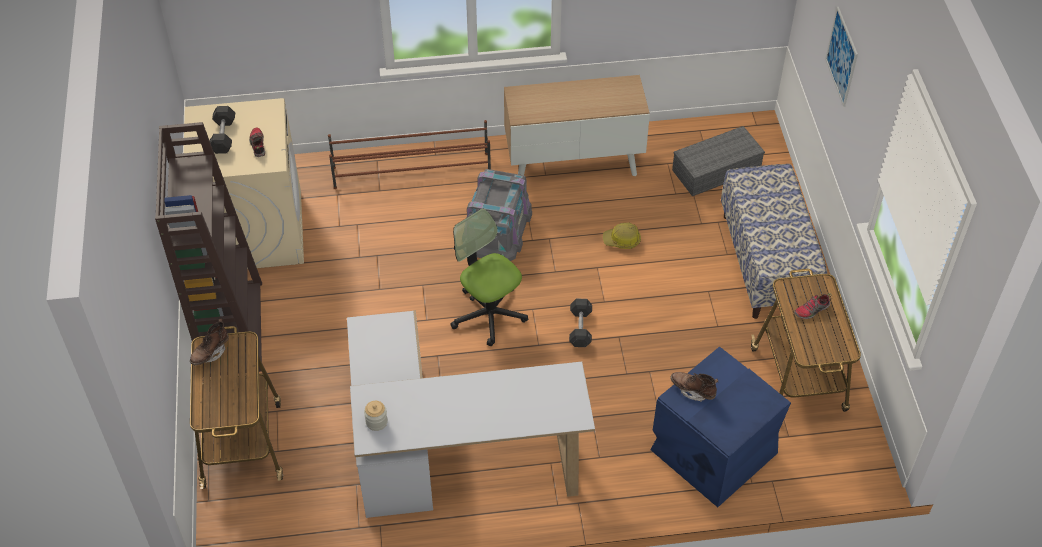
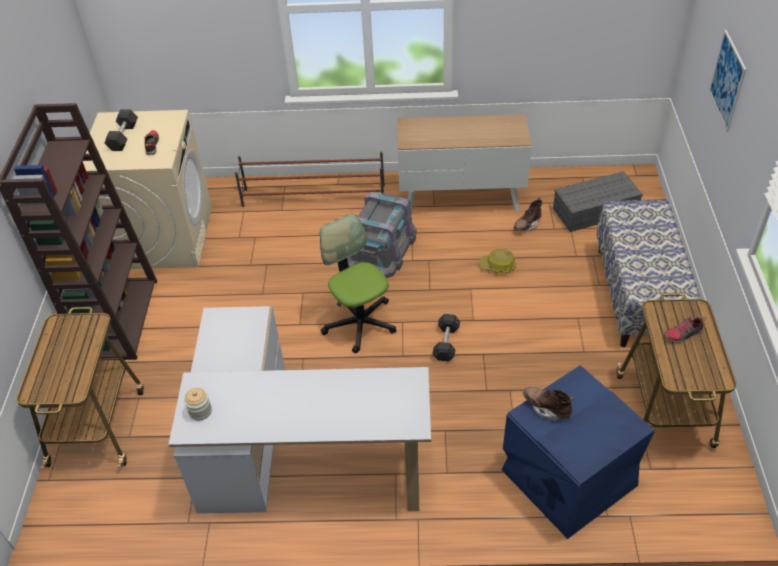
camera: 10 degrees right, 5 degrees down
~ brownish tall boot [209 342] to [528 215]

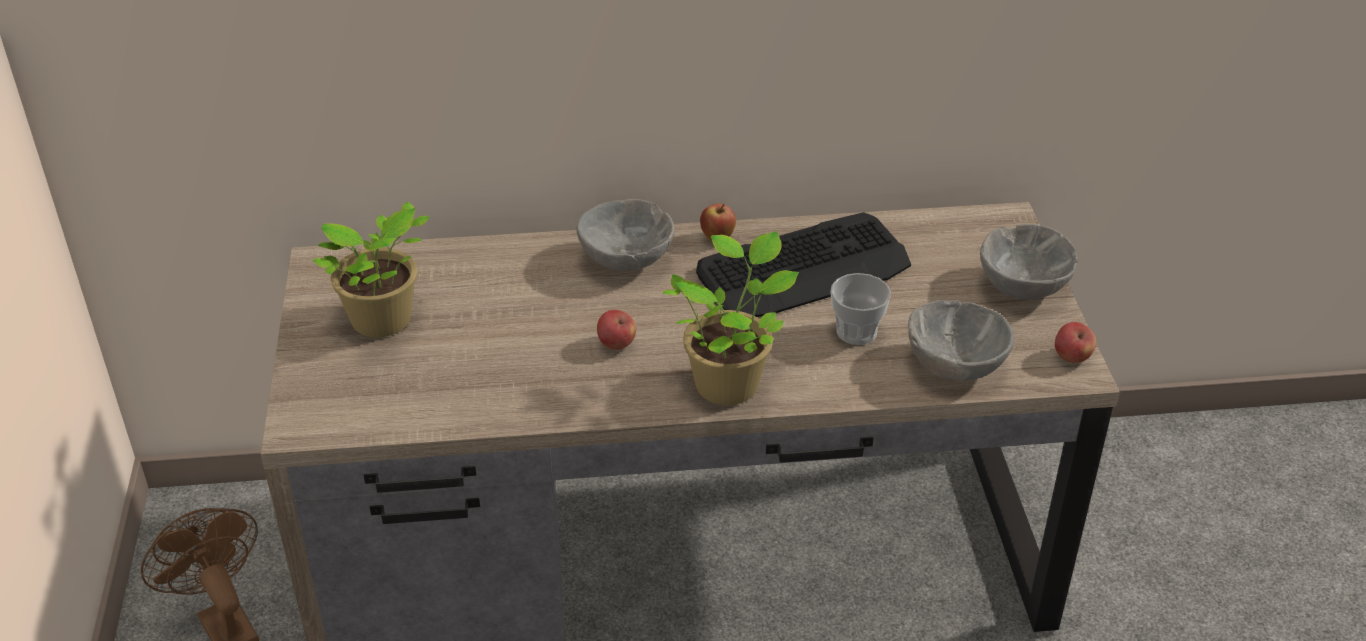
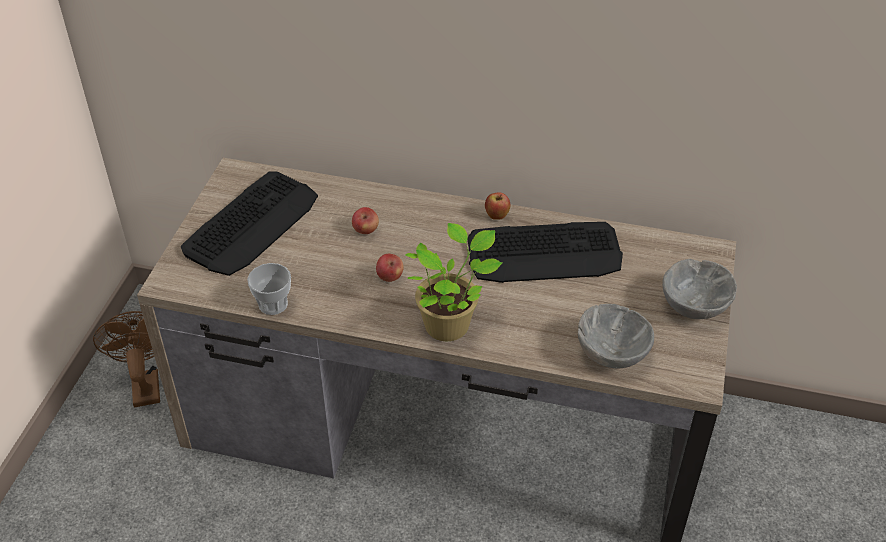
camera: 20 degrees right, 5 degrees up
~ potted plant [371 269] to PC keyboard [249 223]
- gray bowl [626 235]
~ cup [860 309] to [269 289]
~ whole apple [1075 342] to [365 220]

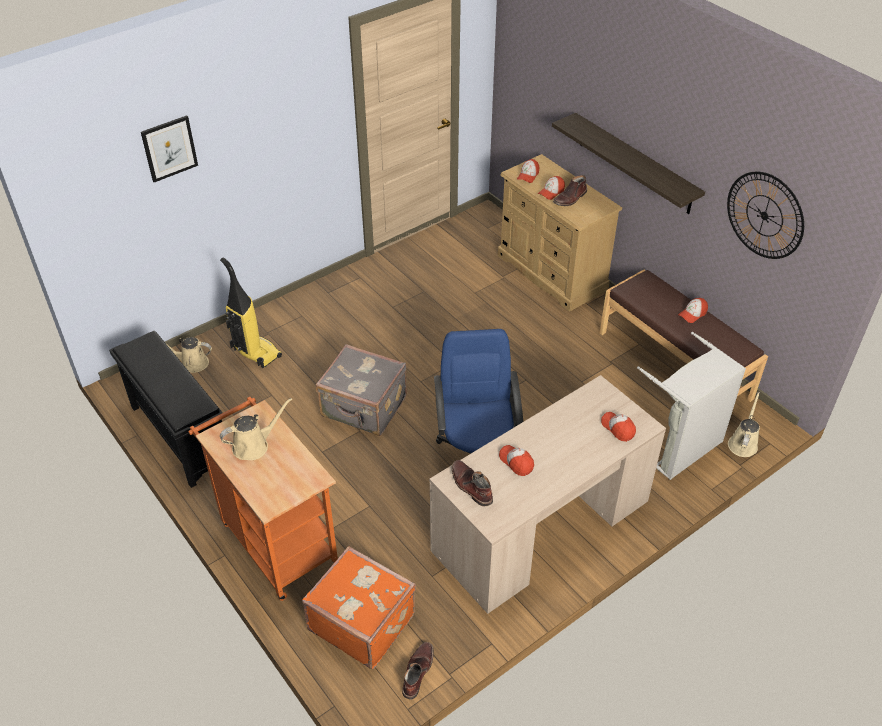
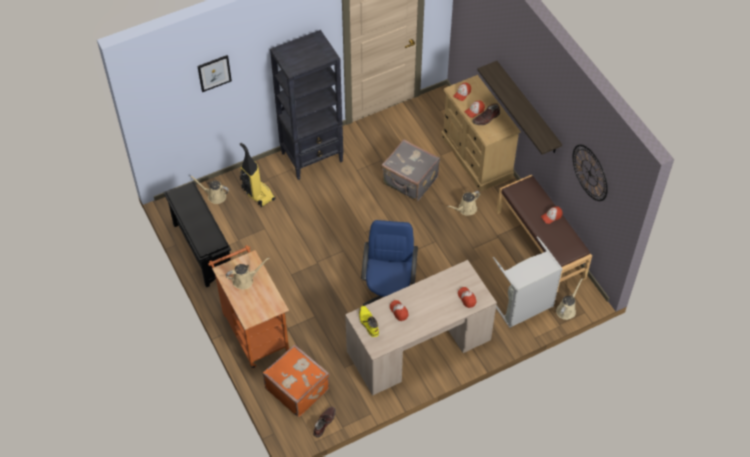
camera: 10 degrees right, 10 degrees up
~ gray travel case [361 390] to [410 170]
~ brownish tall boot [472 483] to yellow tall boot [369 321]
+ black-coloured bookshelf [307 105]
+ sand-coloured watering can [464 203]

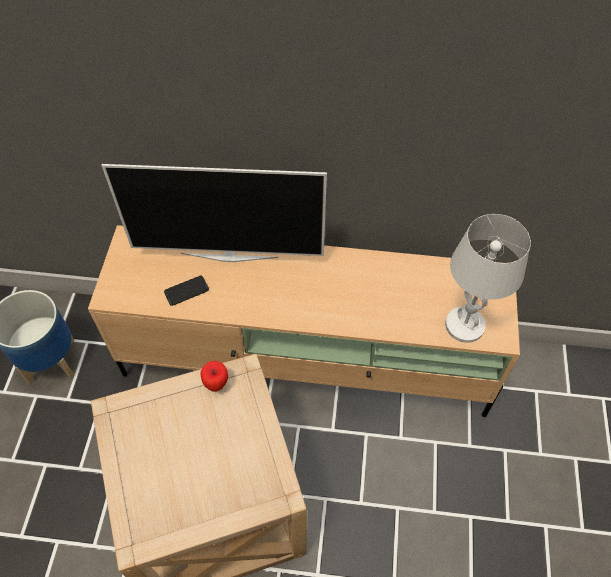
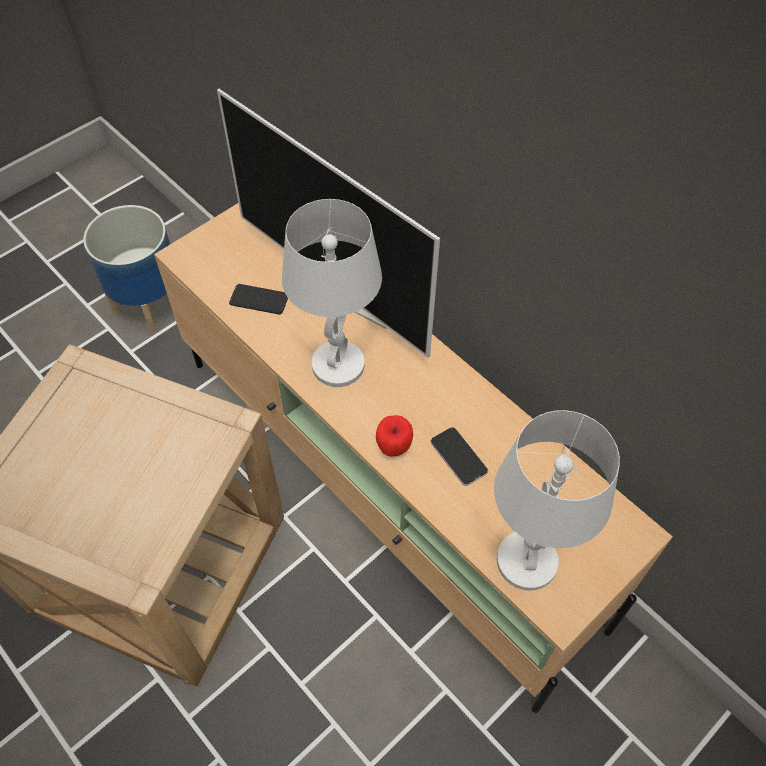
camera: 40 degrees right, 0 degrees up
~ whole apple [214 376] to [394 436]
+ white tabletop lamp [332 293]
+ telephone [459 456]

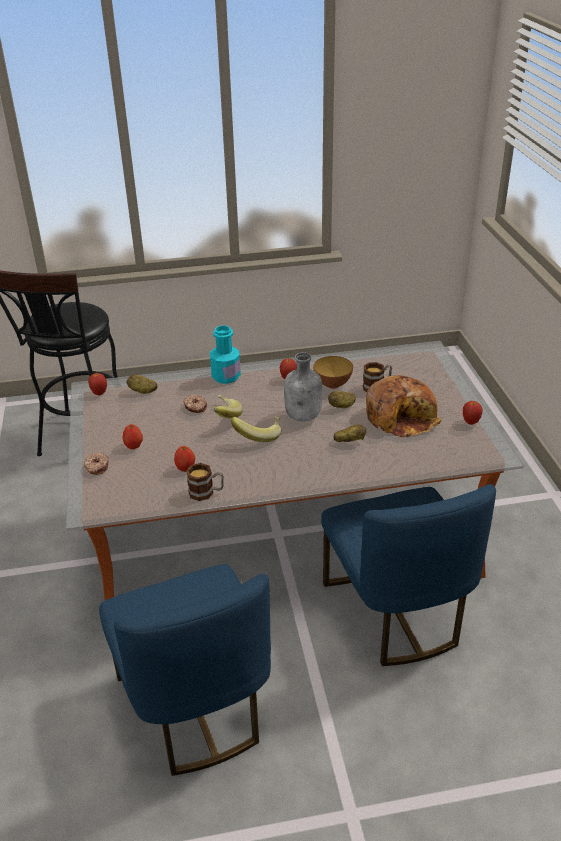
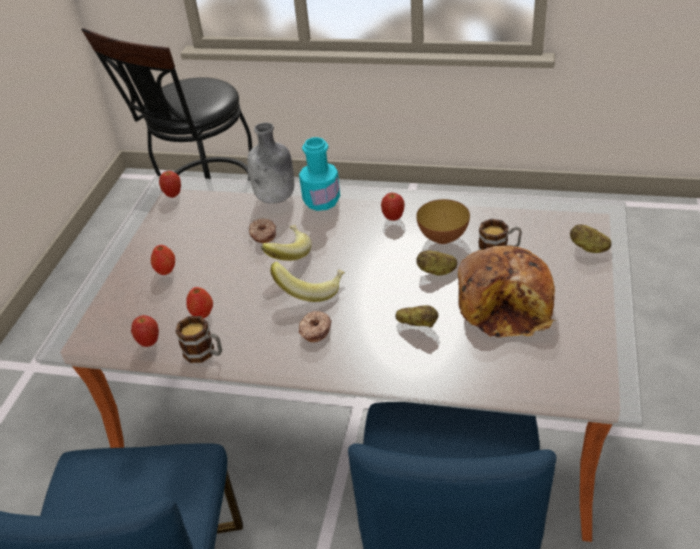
camera: 25 degrees right, 5 degrees up
~ doughnut [96 463] to [315 326]
~ whole potato [142 384] to [590 238]
~ gray drink bottle [303 386] to [270 163]
~ whole apple [473 413] to [145 331]

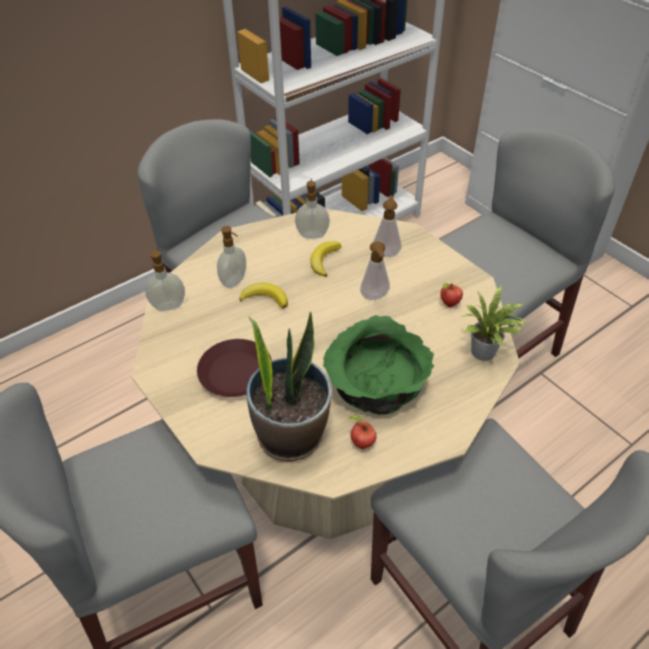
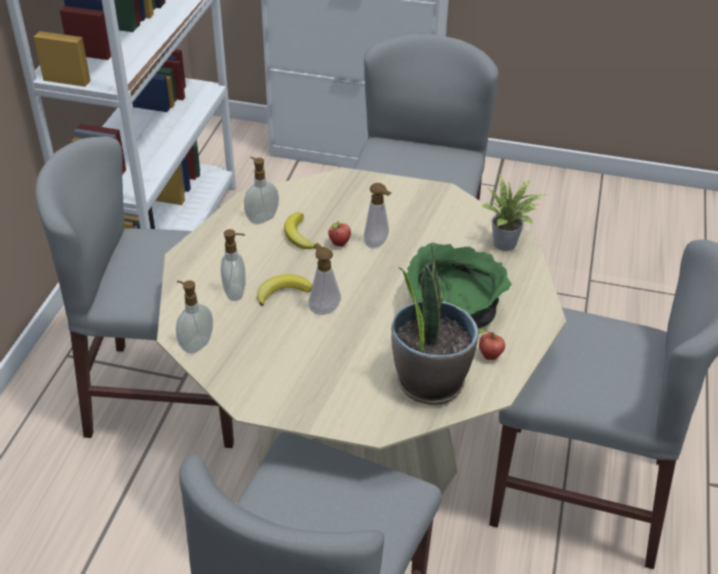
camera: 40 degrees left, 5 degrees down
- brownish plate [234 368]
~ soap bottle [387 226] to [324 279]
~ whole apple [451 295] to [339 234]

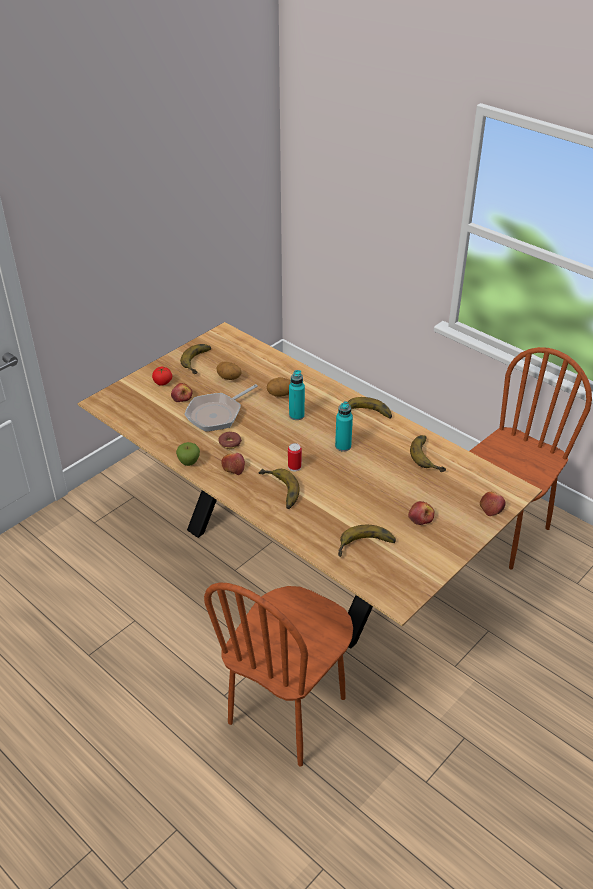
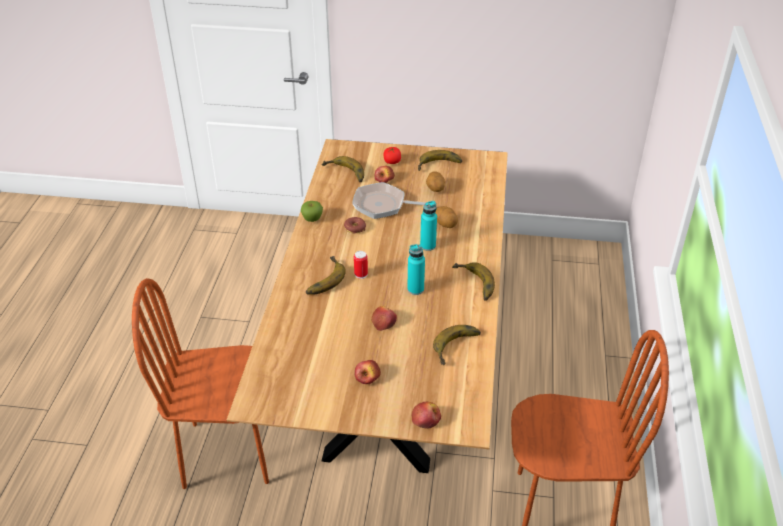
camera: 55 degrees right, 0 degrees up
~ whole apple [233 464] to [384 318]
~ whole banana [367 541] to [343 169]

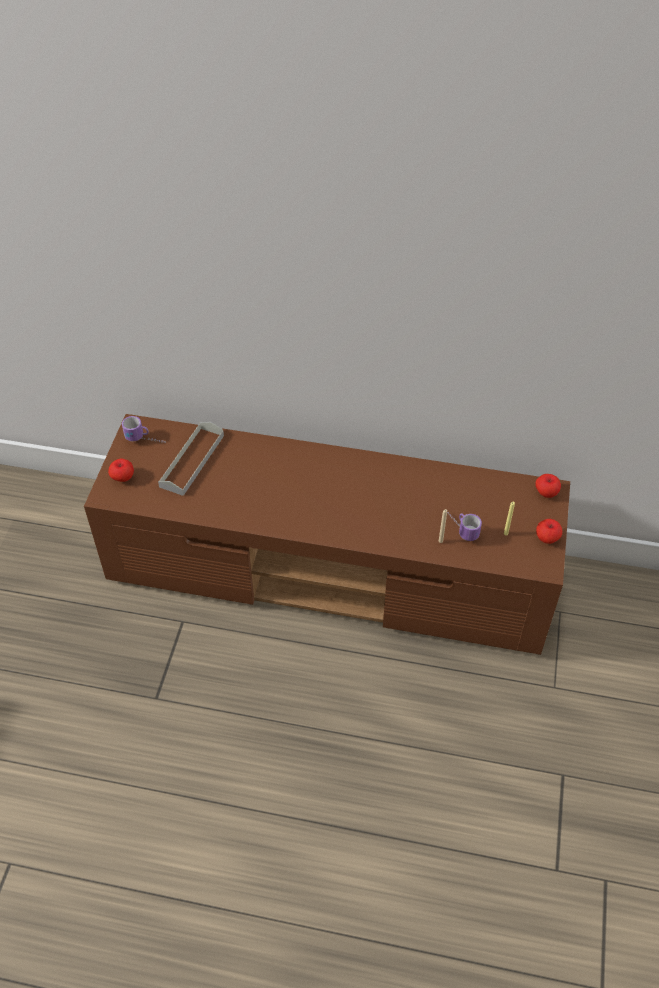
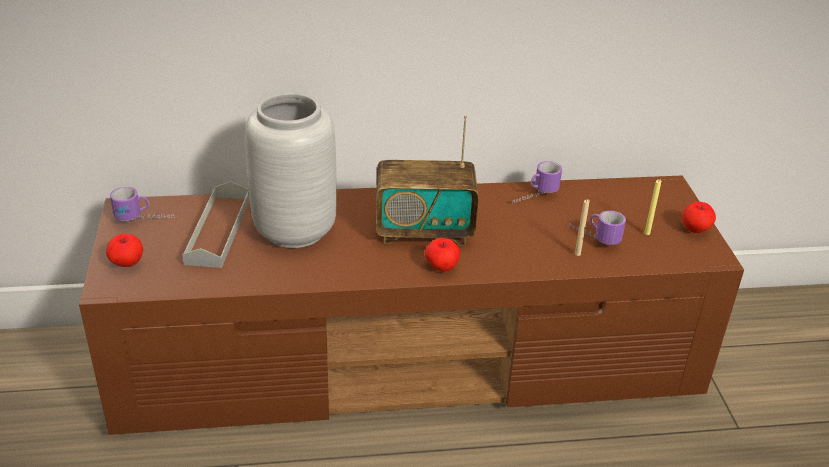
camera: 20 degrees left, 15 degrees down
~ whole apple [548 486] to [442 255]
+ gray vase [291 170]
+ radio [427 180]
+ tea mug [537 182]

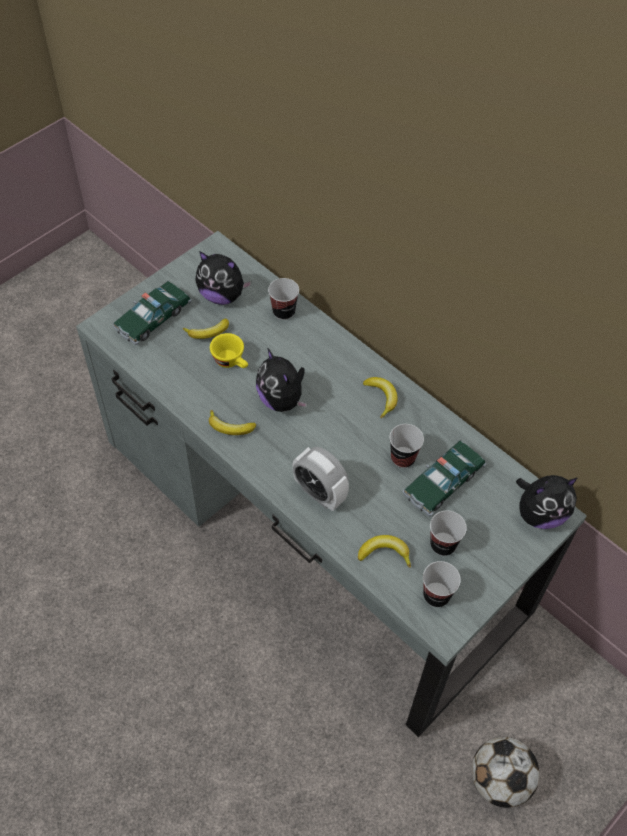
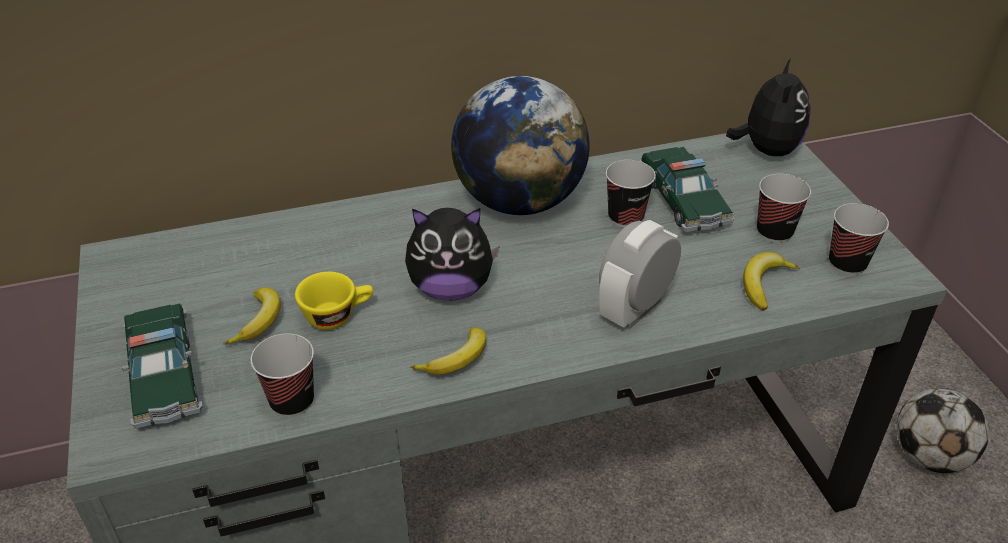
camera: 60 degrees left, 15 degrees down
- plush toy [223 278]
~ cup [283 299] to [282 375]
~ bedside clock [321 479] = [640 274] 150 degrees clockwise
~ whole banana [380 397] to globe [520 145]

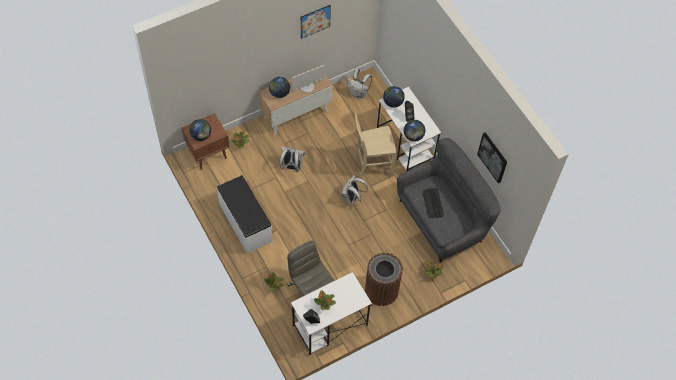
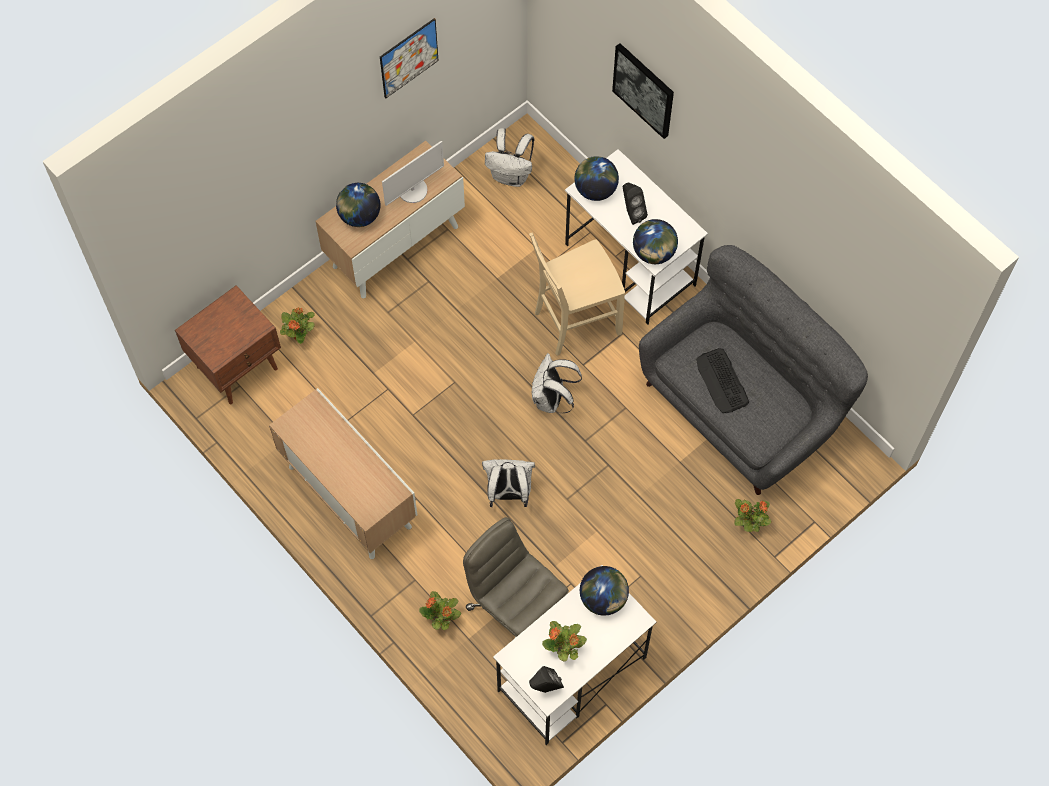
camera: 10 degrees left, 5 degrees up
~ globe [200 130] to [604 591]
~ white bench [245 214] to cupboard [343 473]
~ white knapsack [292 159] to [508 483]
- brownish rubbish bin [384 279]
~ picture [492 158] to [643 91]

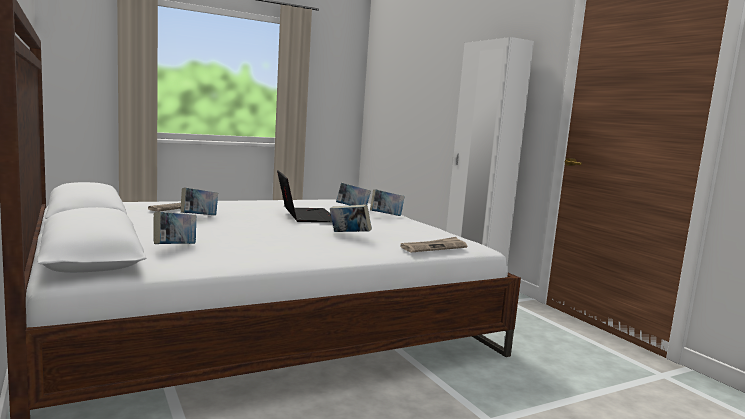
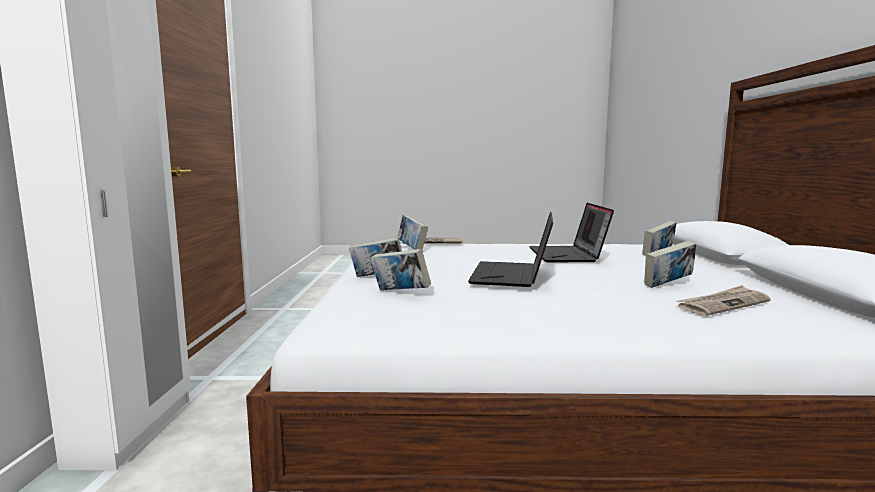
camera: 150 degrees left, 0 degrees up
~ book [351 218] to [412 232]
+ portable computer [571 232]

